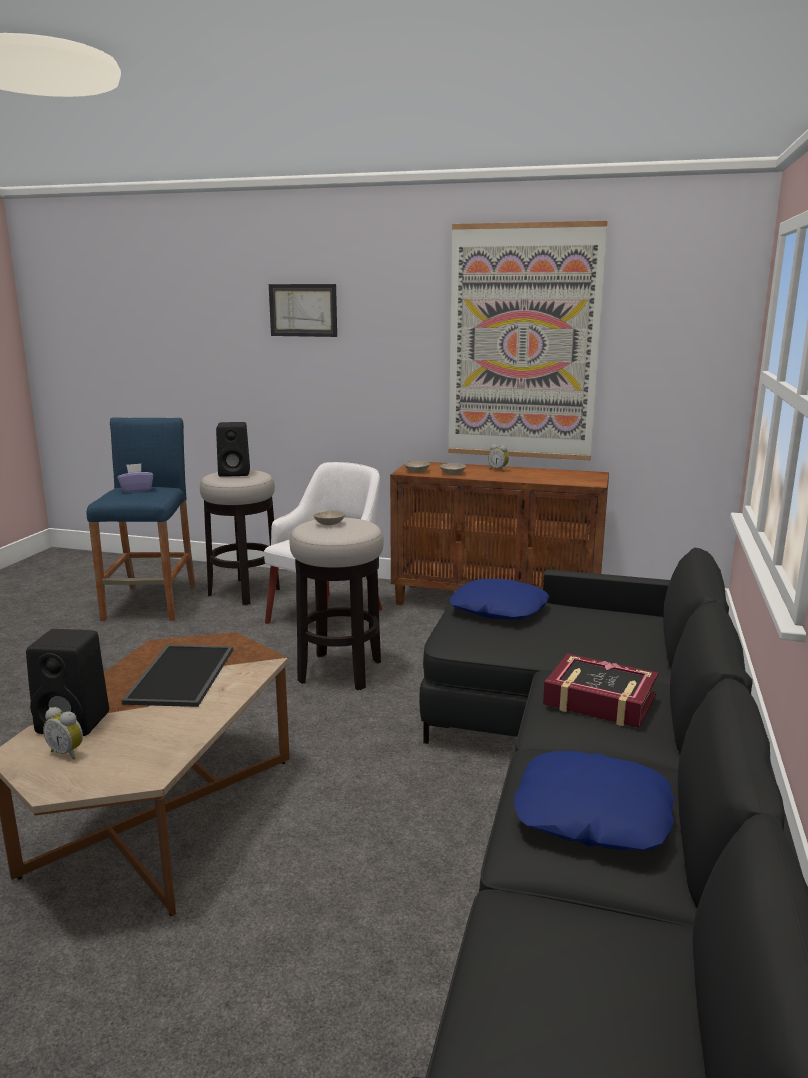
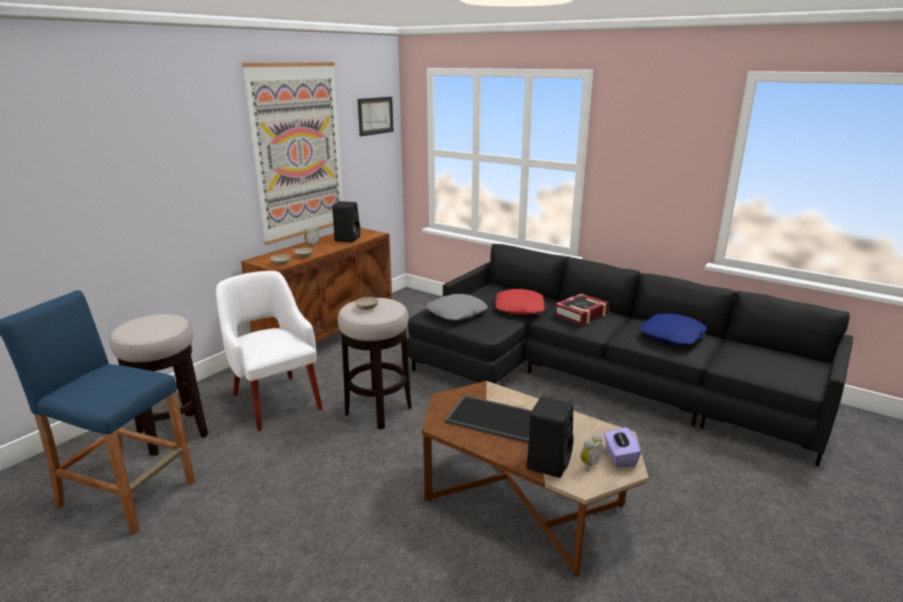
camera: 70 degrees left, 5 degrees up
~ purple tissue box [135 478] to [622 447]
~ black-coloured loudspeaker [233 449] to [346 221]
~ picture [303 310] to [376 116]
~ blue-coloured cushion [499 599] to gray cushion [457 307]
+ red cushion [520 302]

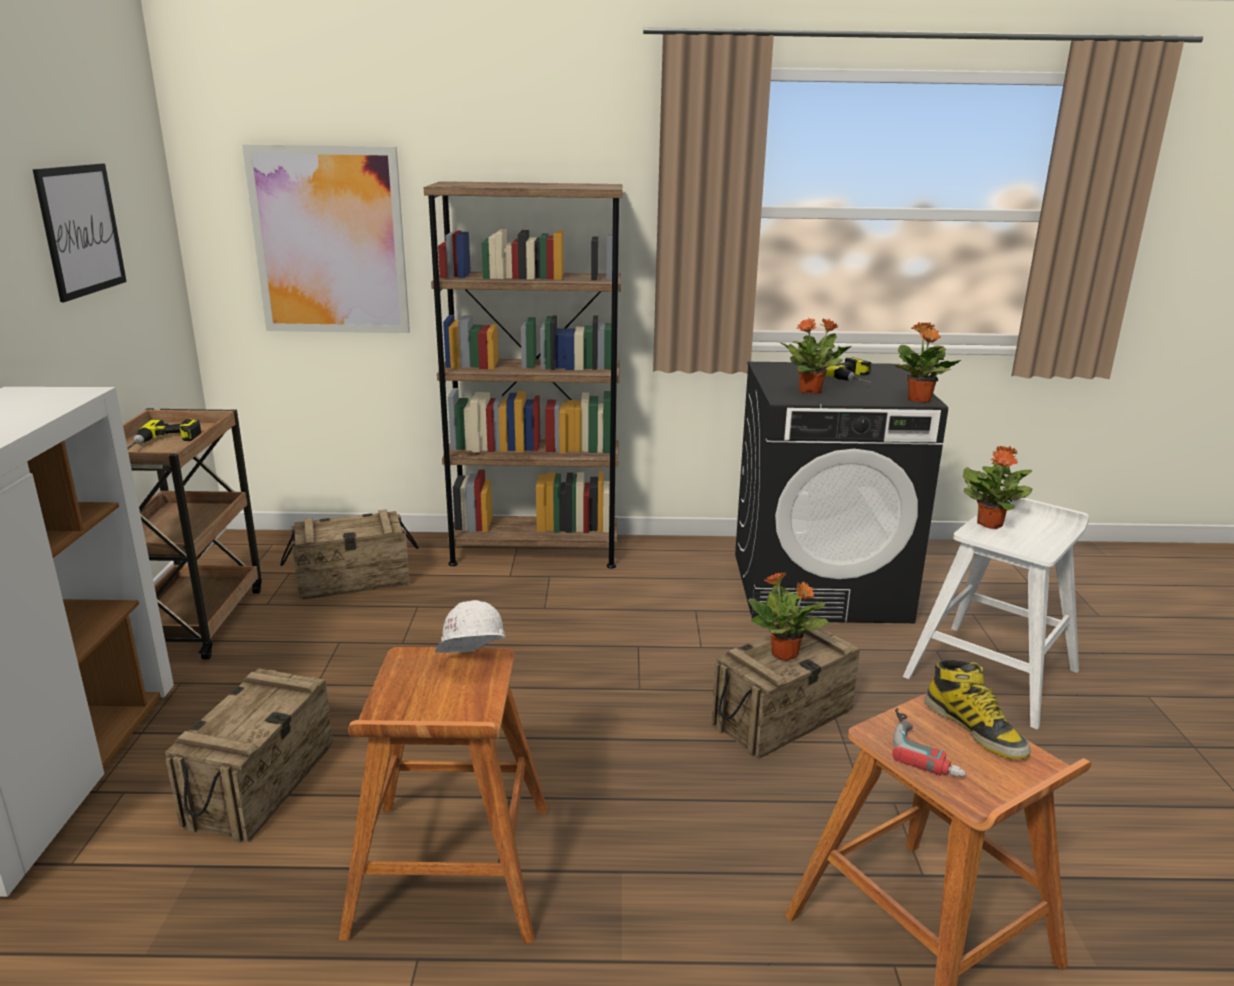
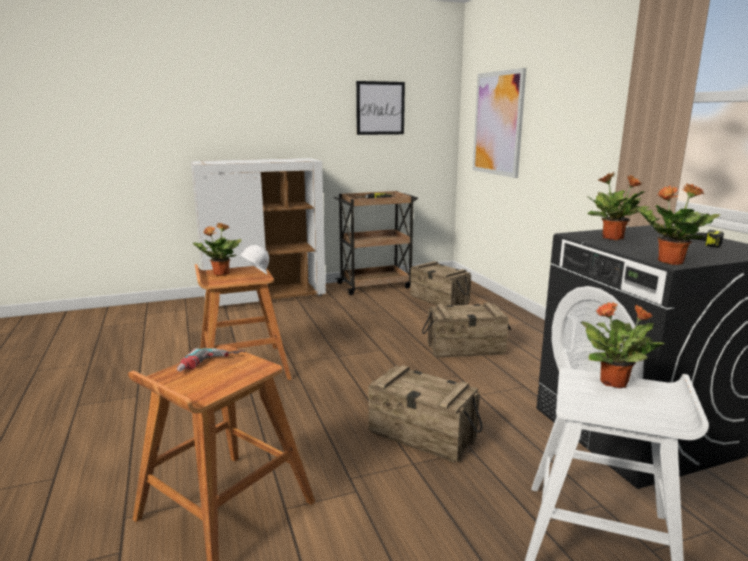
camera: 70 degrees right, 5 degrees down
~ shipping crate [249 756] to [466 330]
- brownish bookshelf [523 375]
~ potted plant [788 616] to [217 249]
- tall boot [978 709]

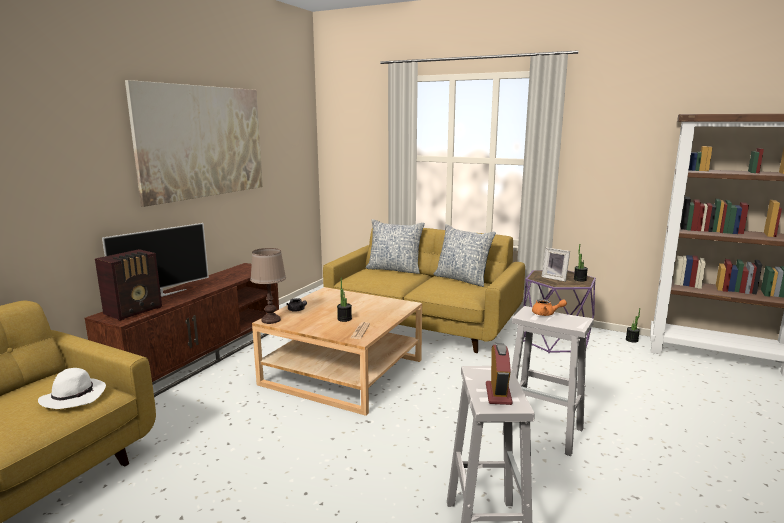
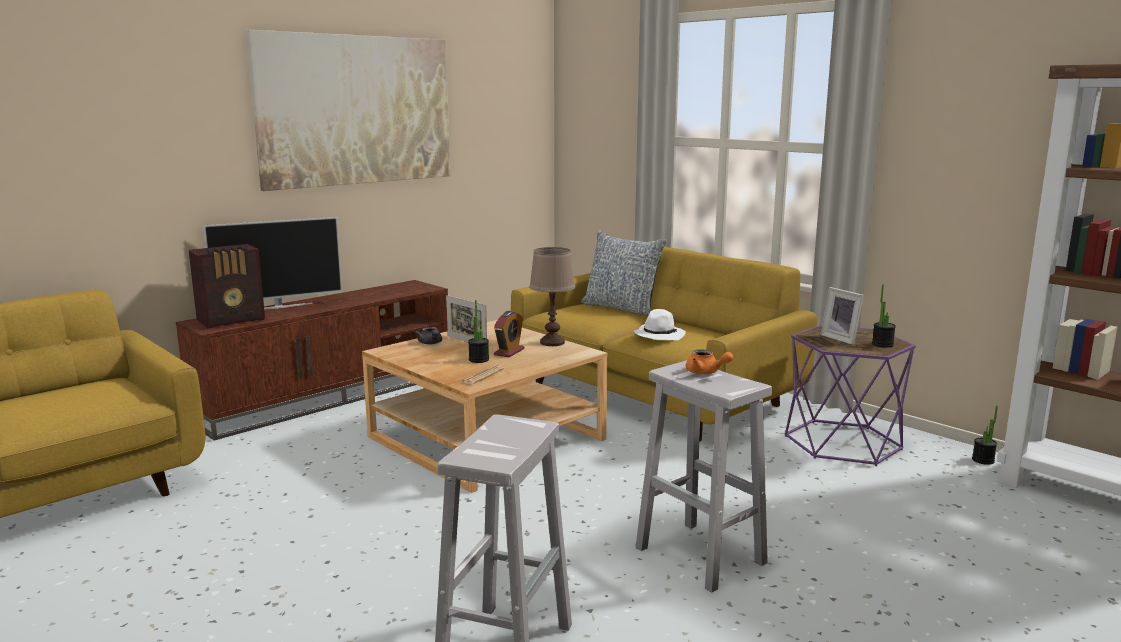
camera: 20 degrees right, 0 degrees up
~ white clothing hat [72 388] to [660 325]
~ brownish tabletop lamp [268 286] to [552 296]
- cushion [465 255]
~ bedside clock [499 374] to [509 334]
+ standing frame [466 318]

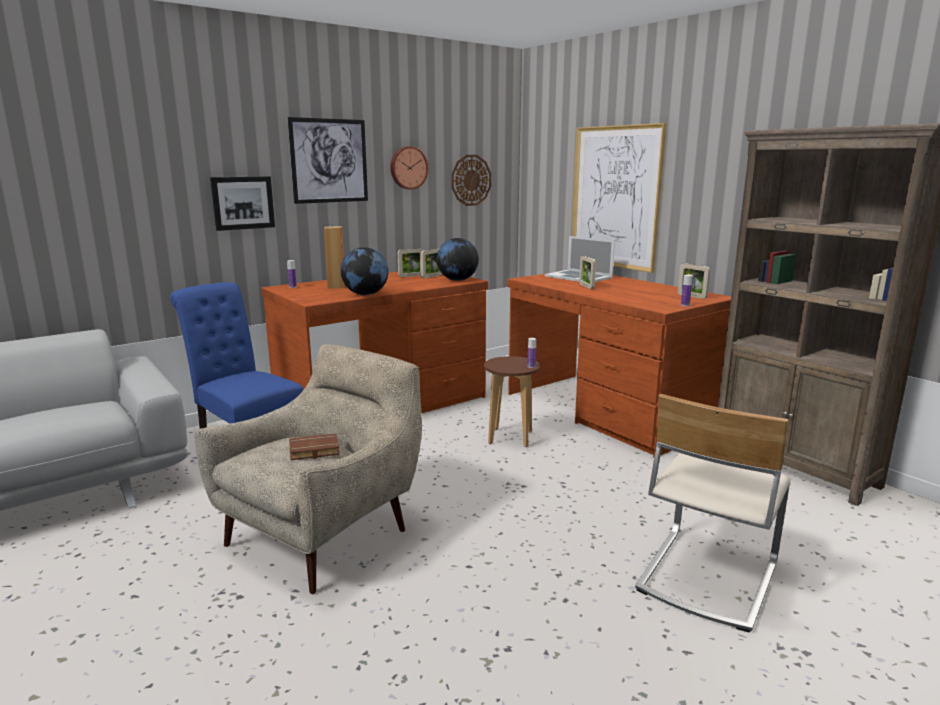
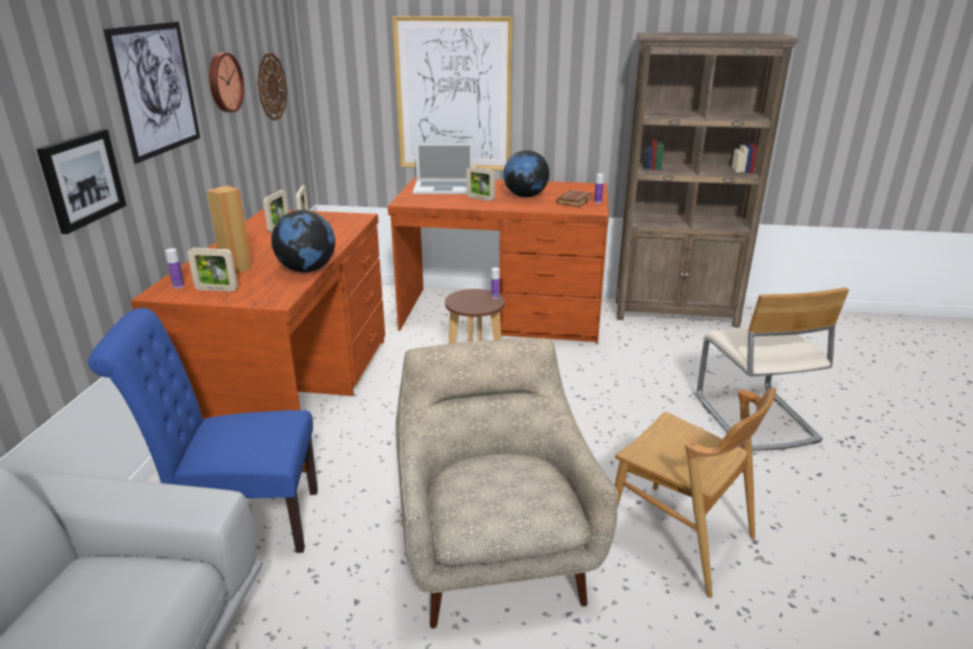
camera: 45 degrees left, 10 degrees up
~ brownish book [314 446] to [574 198]
~ globe [458 259] to [526 173]
~ standing frame [694 281] to [212 270]
+ brownish chair [695 493]

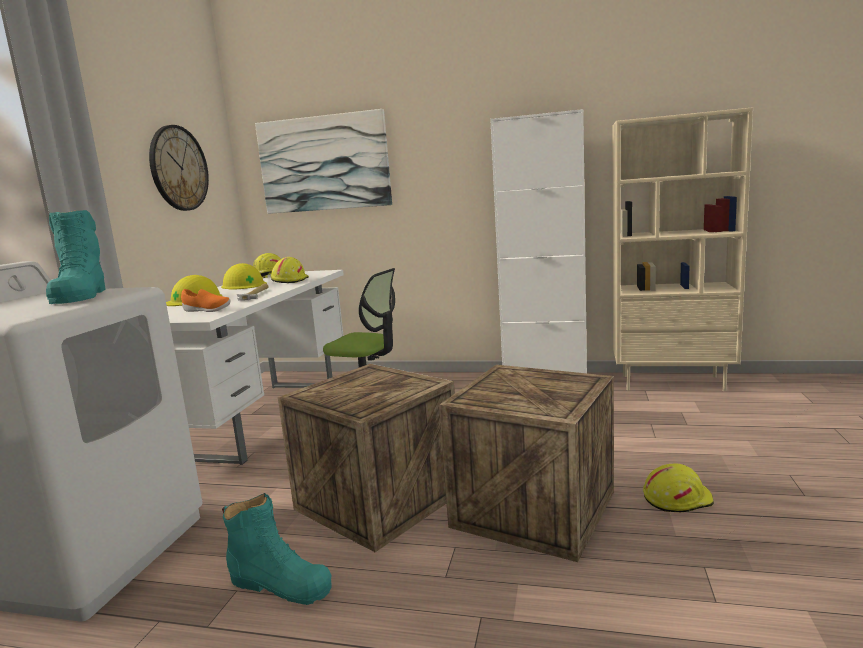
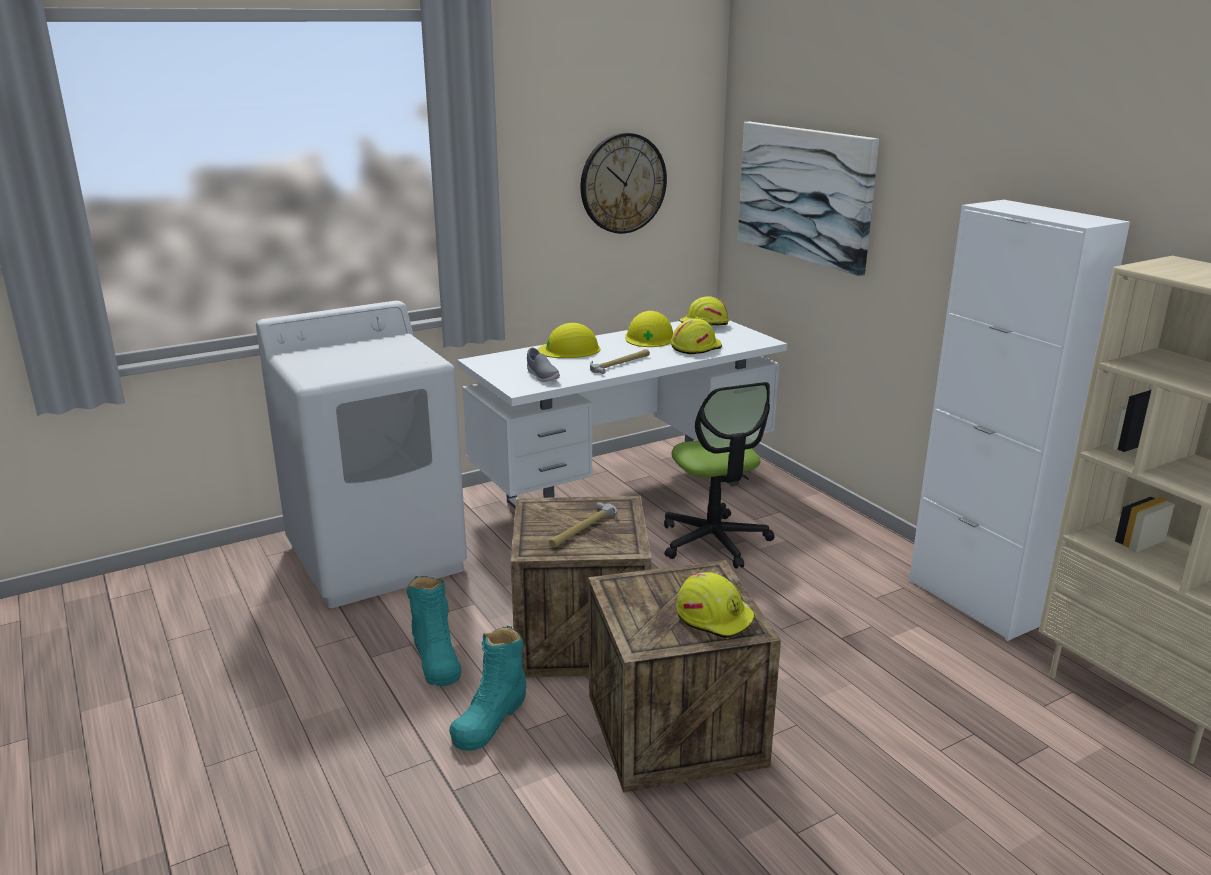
camera: 45 degrees right, 10 degrees up
~ turquoise-coloured tall boot [76 257] to [488 688]
~ orangey shoe [205 300] to gray shoe [543 365]
~ yellow hard hat [678 487] to [715 605]
+ hand hammer [583 525]

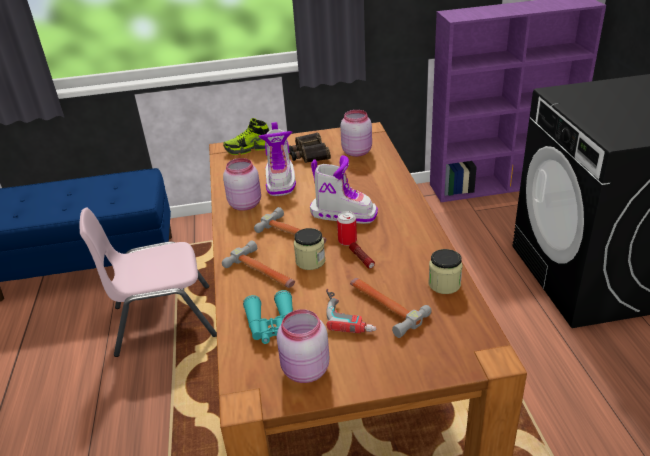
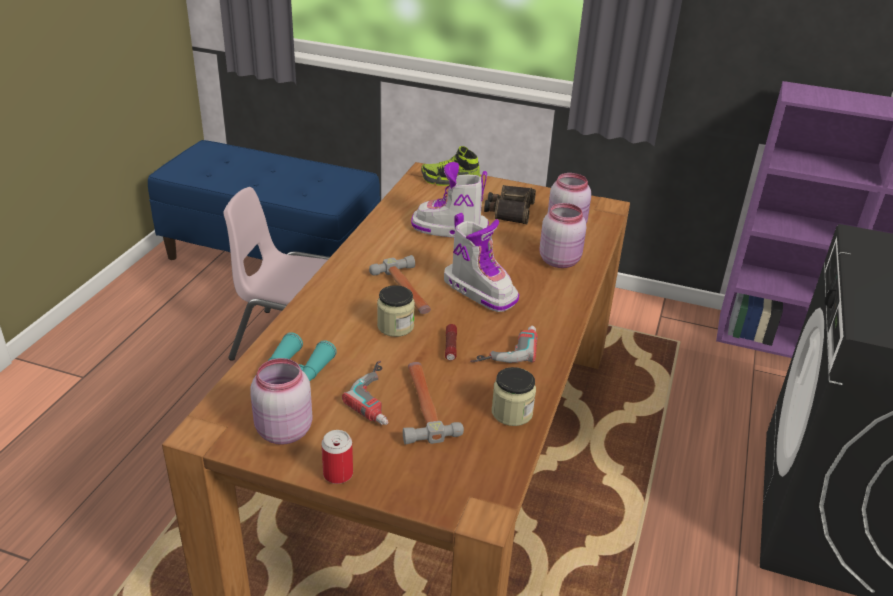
camera: 25 degrees right, 0 degrees up
- hand hammer [258 264]
~ pink jar [242 184] to [563 235]
~ tall boot [277 159] = [450 200] 75 degrees clockwise
~ sealed can [347 228] to [337 457]
+ drill [504 344]

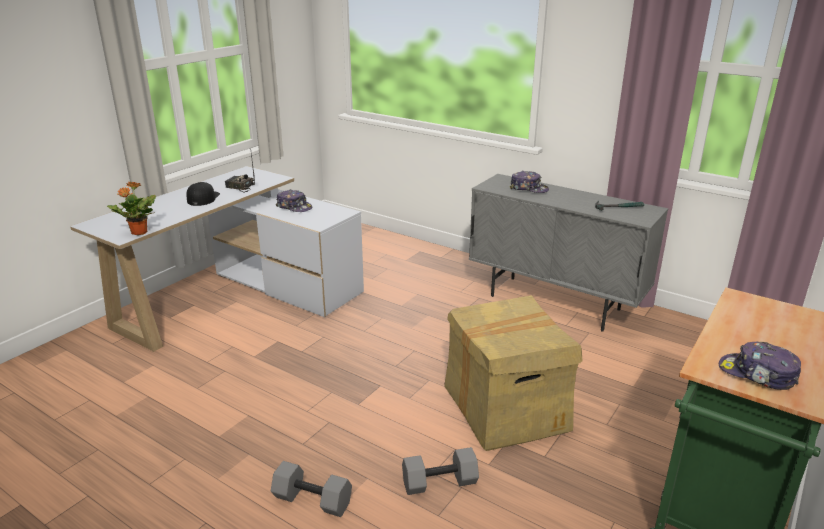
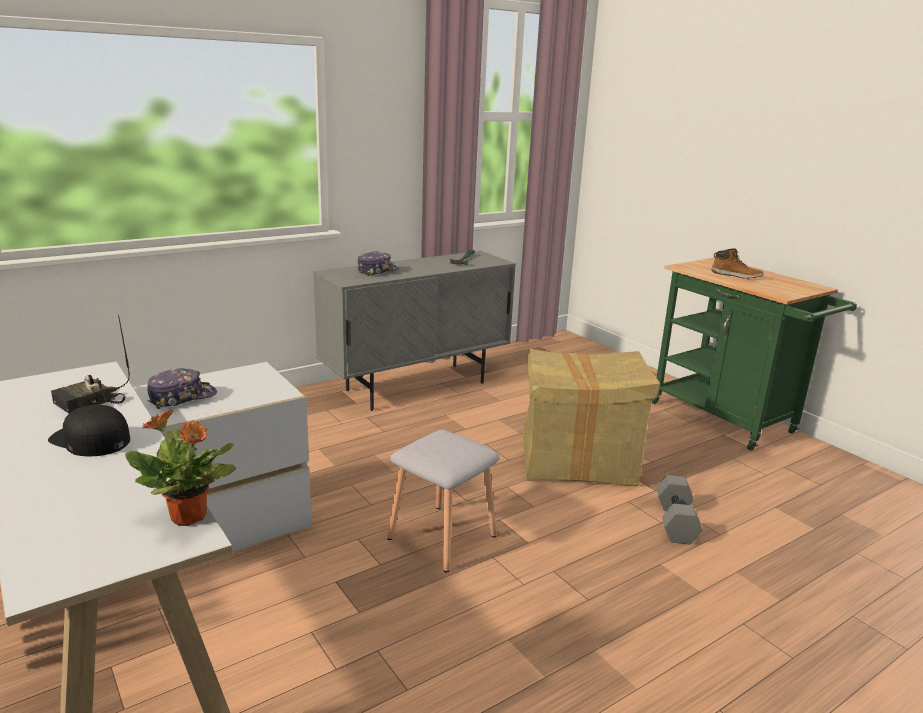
camera: 70 degrees left, 5 degrees down
- gray dumbbell [311 489]
- baseball cap [760 366]
+ gray sitting stool [443 501]
+ tall boot [737 263]

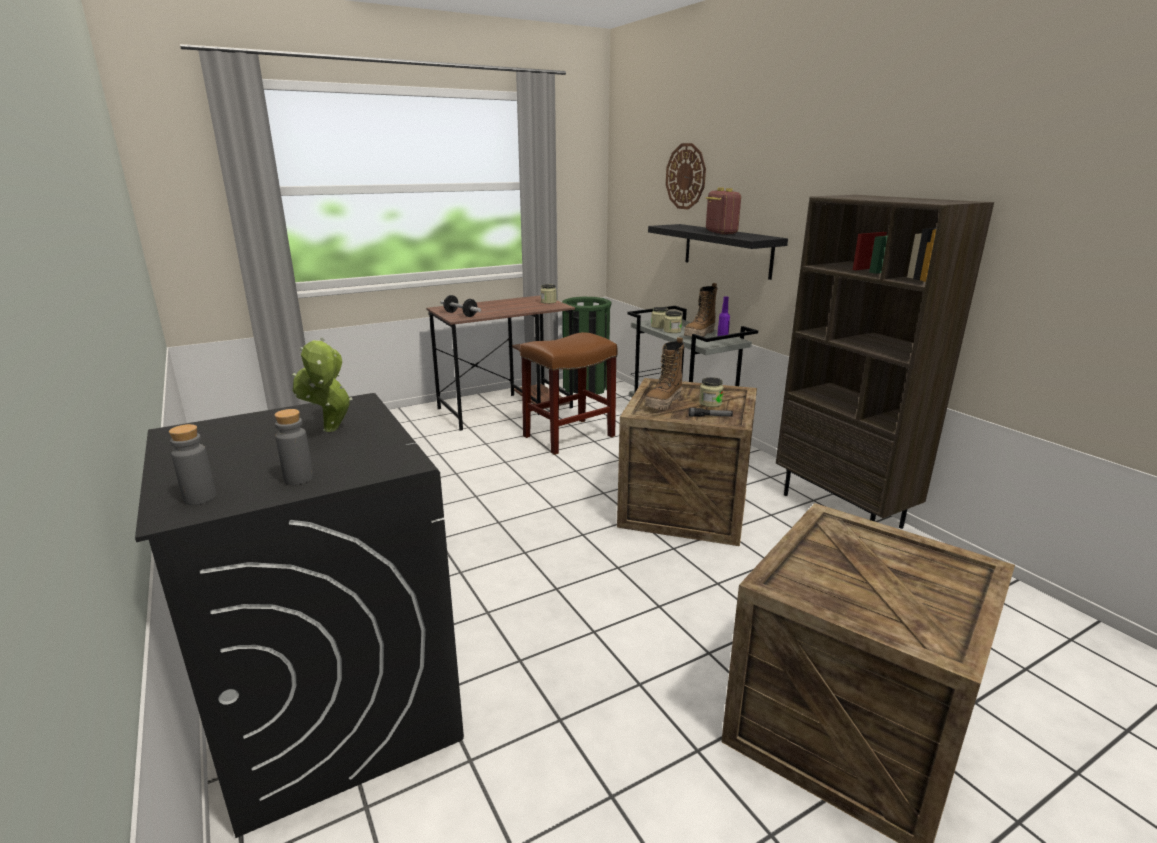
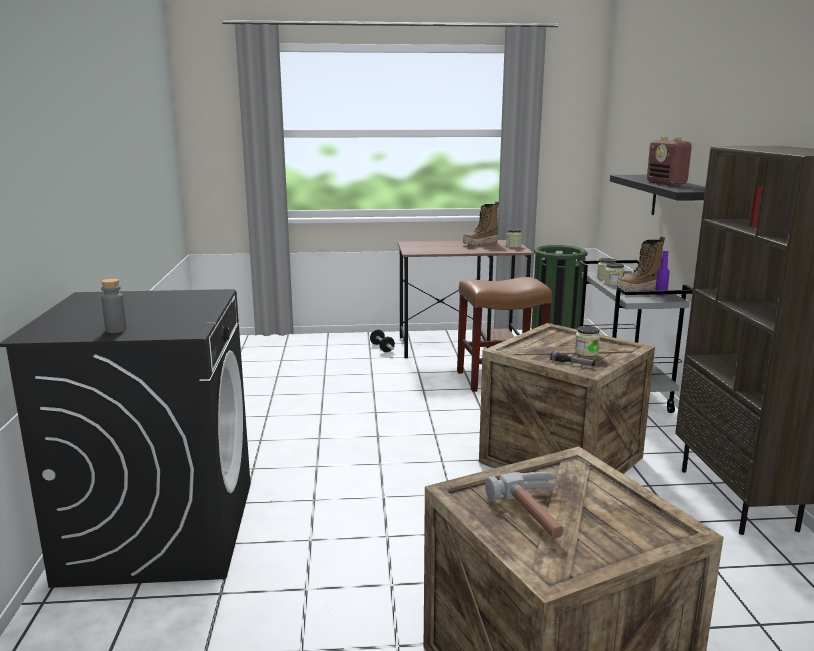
camera: 25 degrees right, 5 degrees down
- gray drink bottle [192 464]
- potted plant [322 385]
~ dumbbell [461 306] to [382 341]
~ tall boot [664 373] to [481 223]
- wall clock [686 176]
~ radio [723 211] = [670 161] 150 degrees clockwise
+ hand hammer [524 505]

